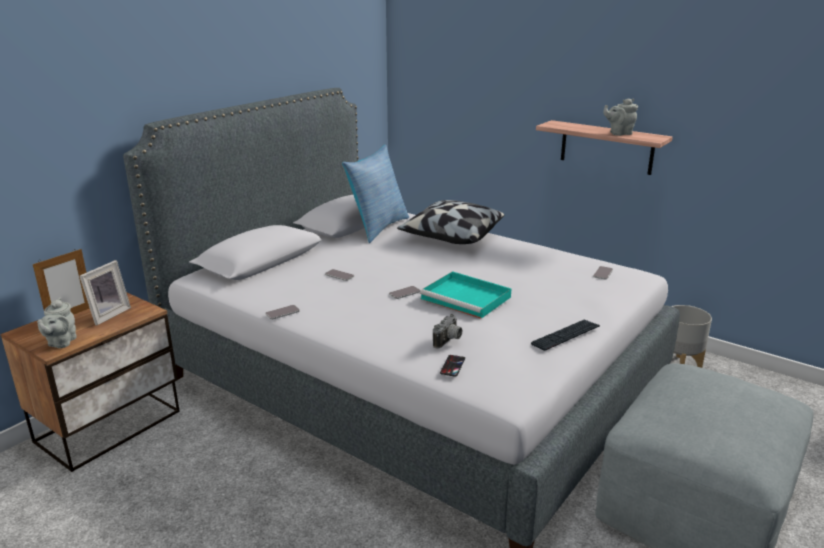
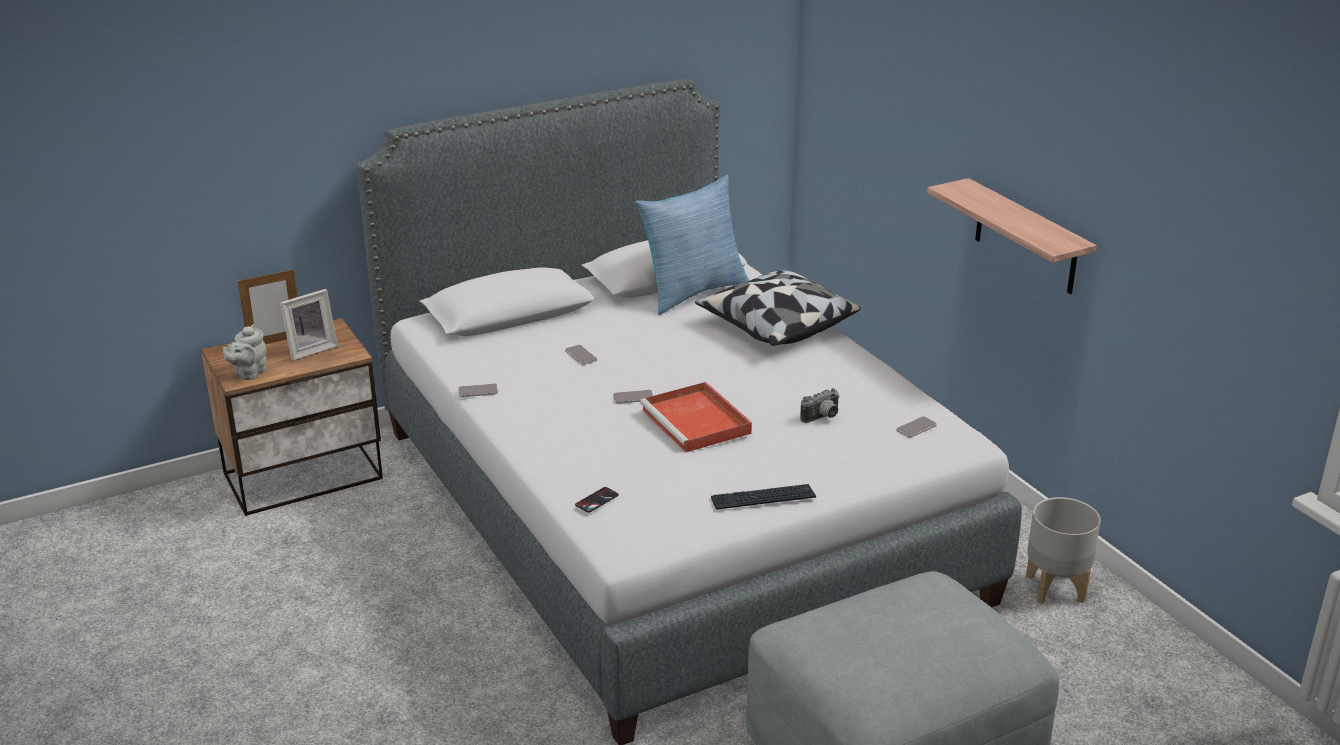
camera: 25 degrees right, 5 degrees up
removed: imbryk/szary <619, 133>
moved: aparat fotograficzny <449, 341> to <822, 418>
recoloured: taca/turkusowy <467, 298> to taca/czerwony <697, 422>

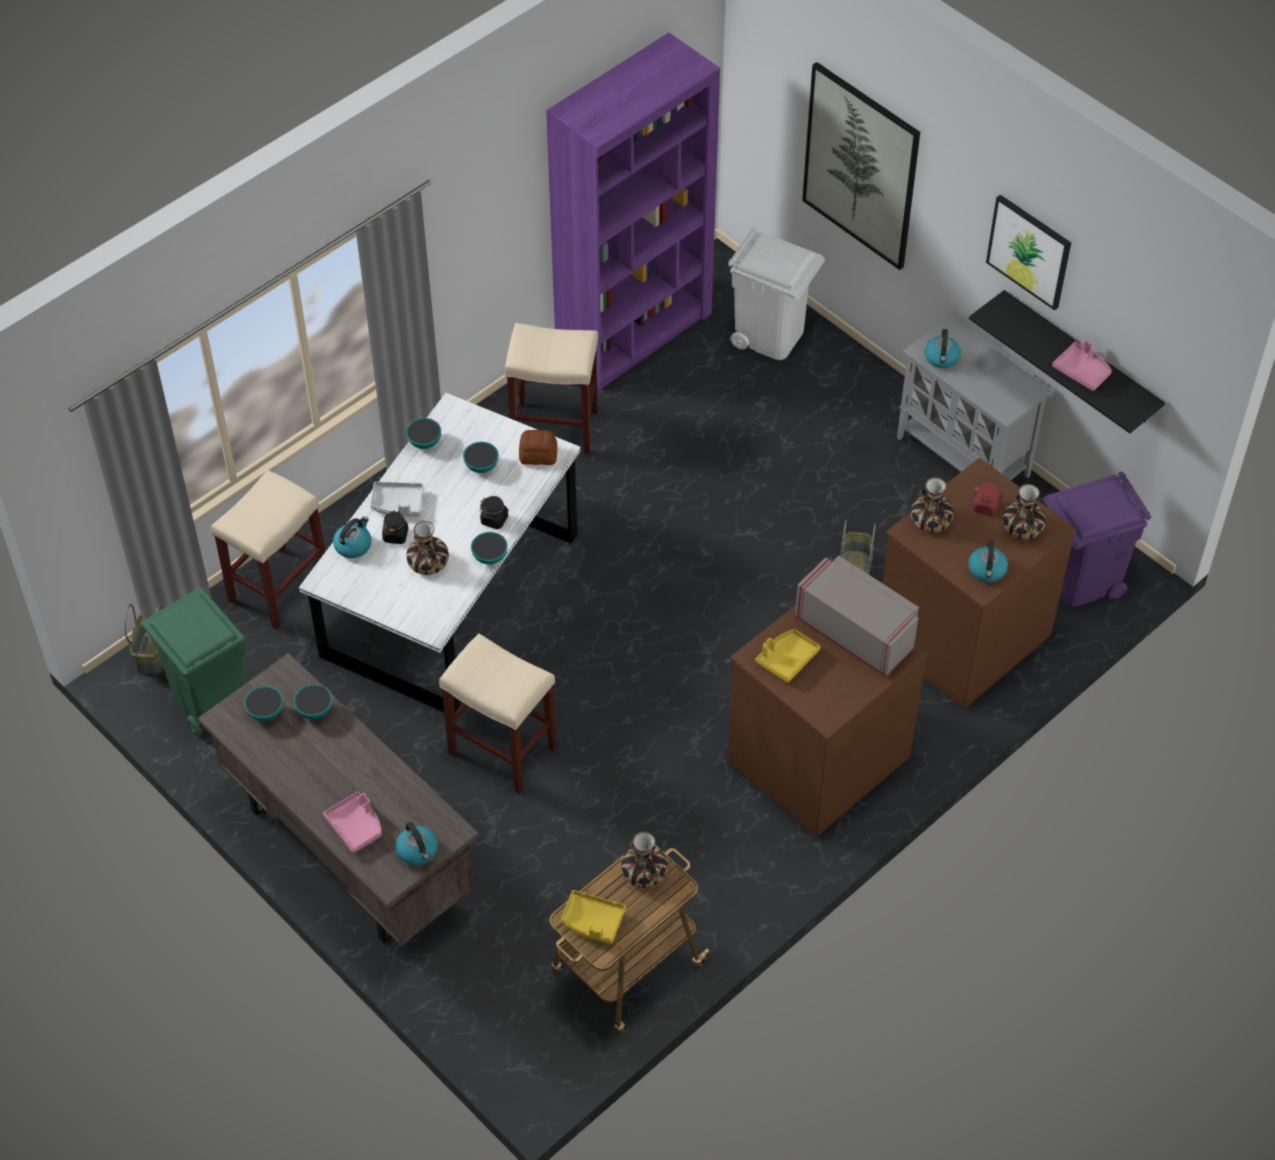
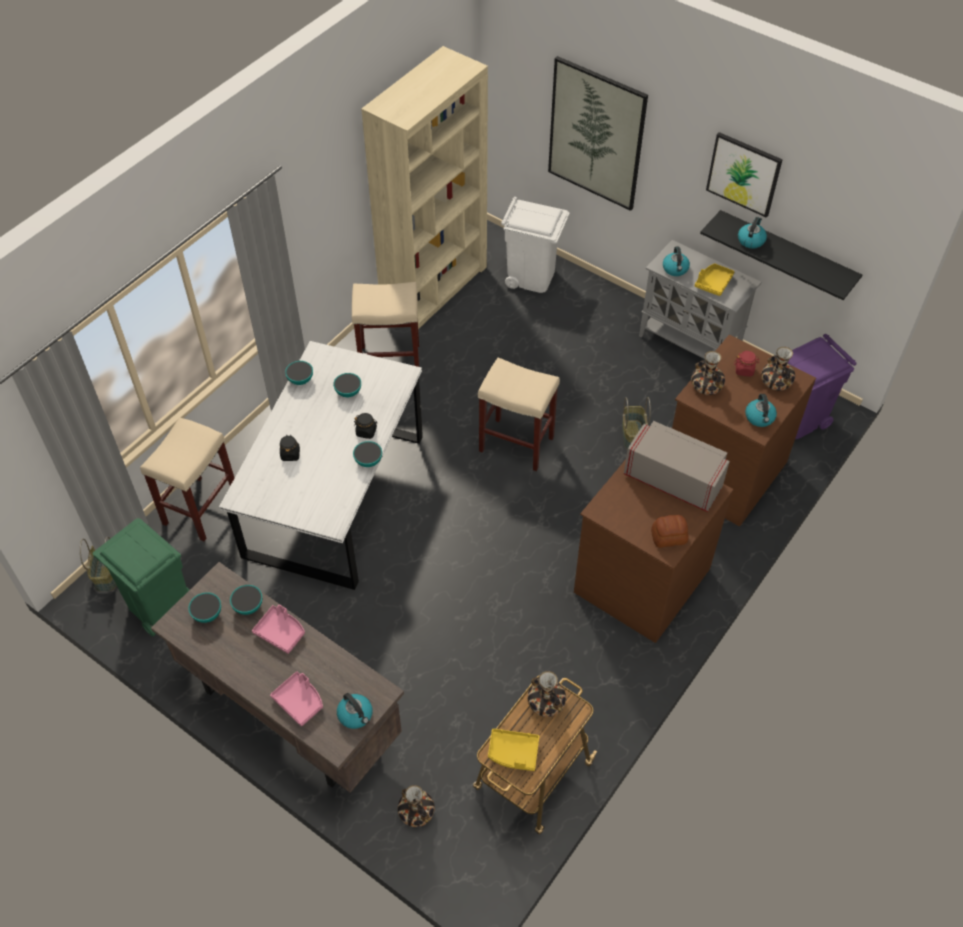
camera: 10 degrees left, 0 degrees up
removed: taca/szary <398, 504>
moved: taca/różowy <1082, 371> to <281, 632>; chleb <538, 456> to <669, 537>; czajnik <353, 545> to <751, 240>; wazon <428, 563> to <416, 812>; taca/żółty <787, 659> to <713, 283>; stołek/beżowy <504, 750> to <517, 444>
recoloured: regał/fioletowy <634, 334> to regał/beżowy <434, 287>

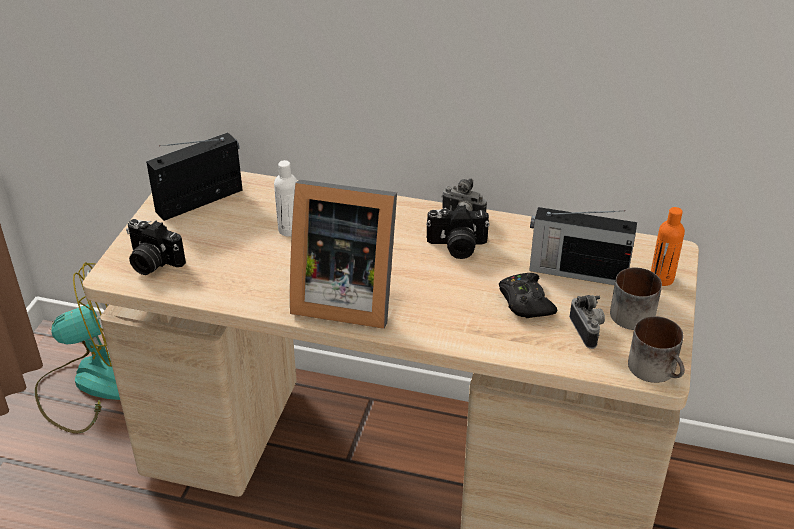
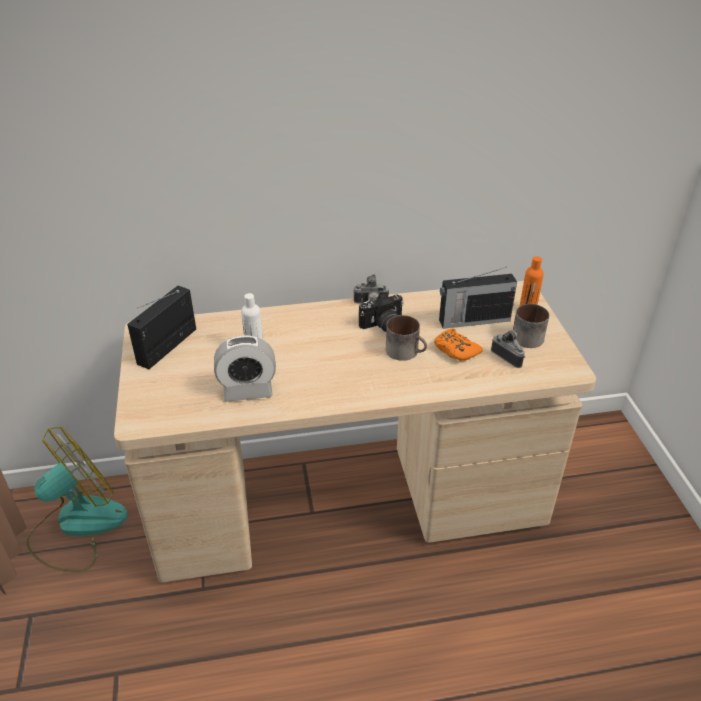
camera: 25 degrees left, 0 degrees up
removed: ramka na zdjęcie <343, 297>; aparat fotograficzny <152, 262>
added: budzik <248, 391>
moved: kubek <657, 369> to <406, 351>
recoloured: pad do gier/czarny <525, 302> to pad do gier/pomarańczowy <455, 350>

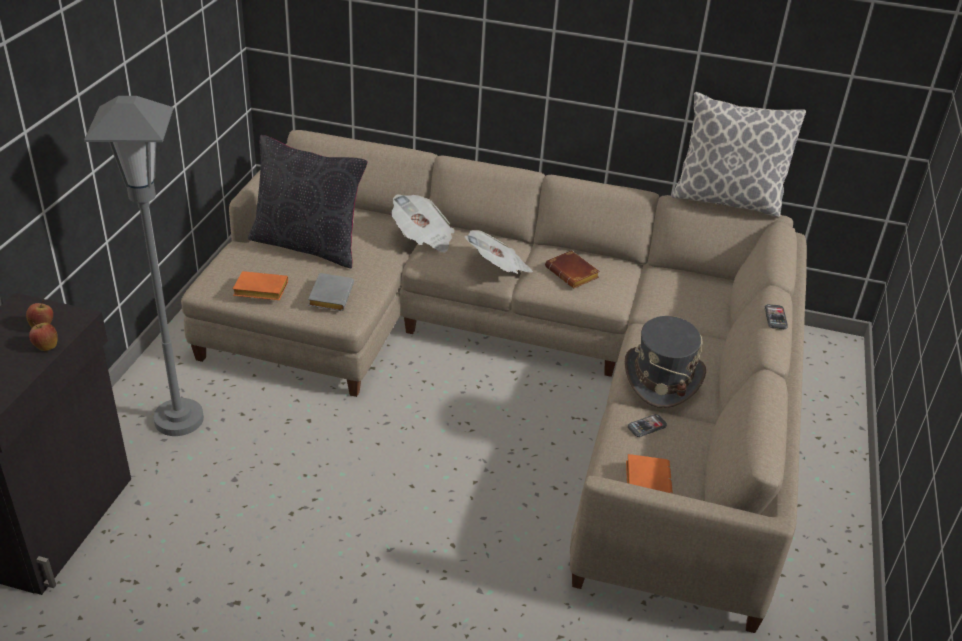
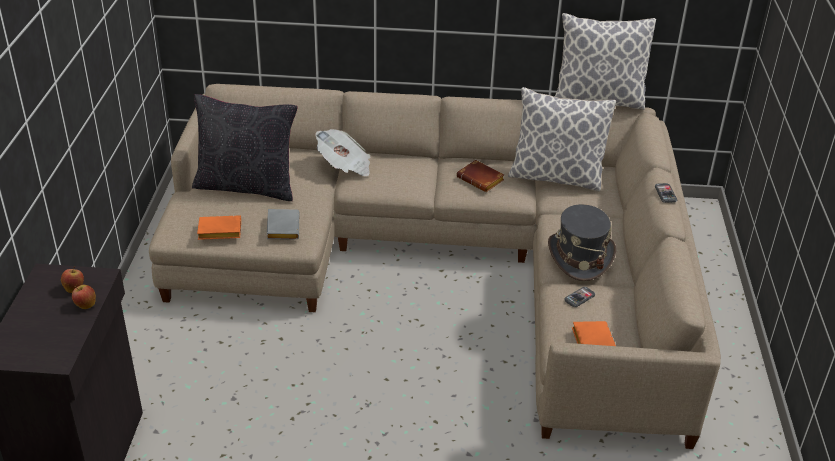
camera: 10 degrees left, 0 degrees up
removed: lampa stojąca/szary <179, 419>; gazeta <498, 268>
added: poduszka <556, 177>

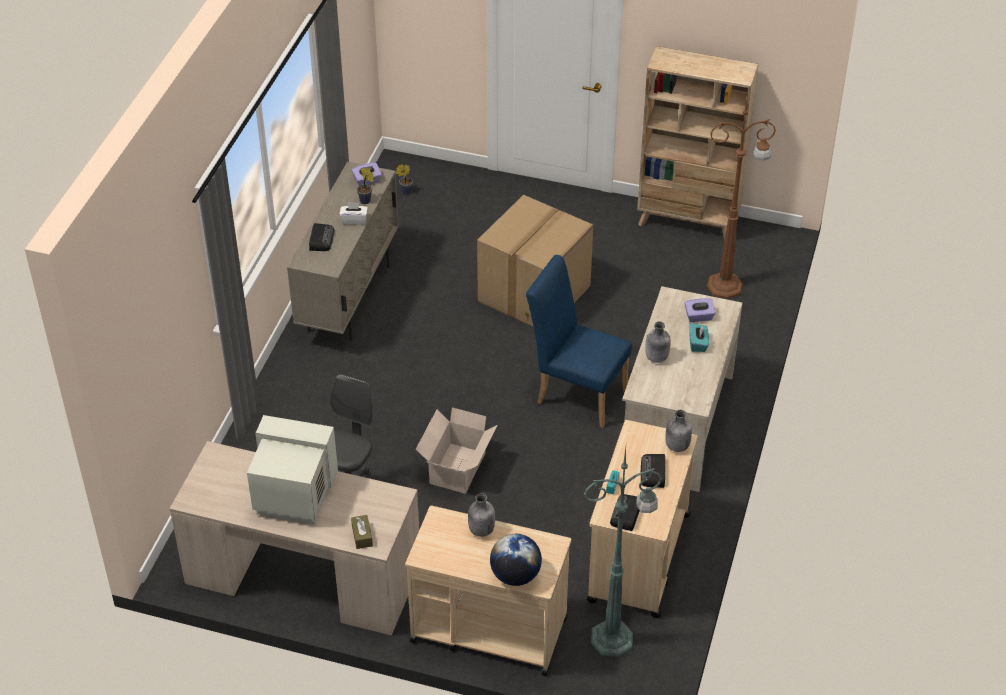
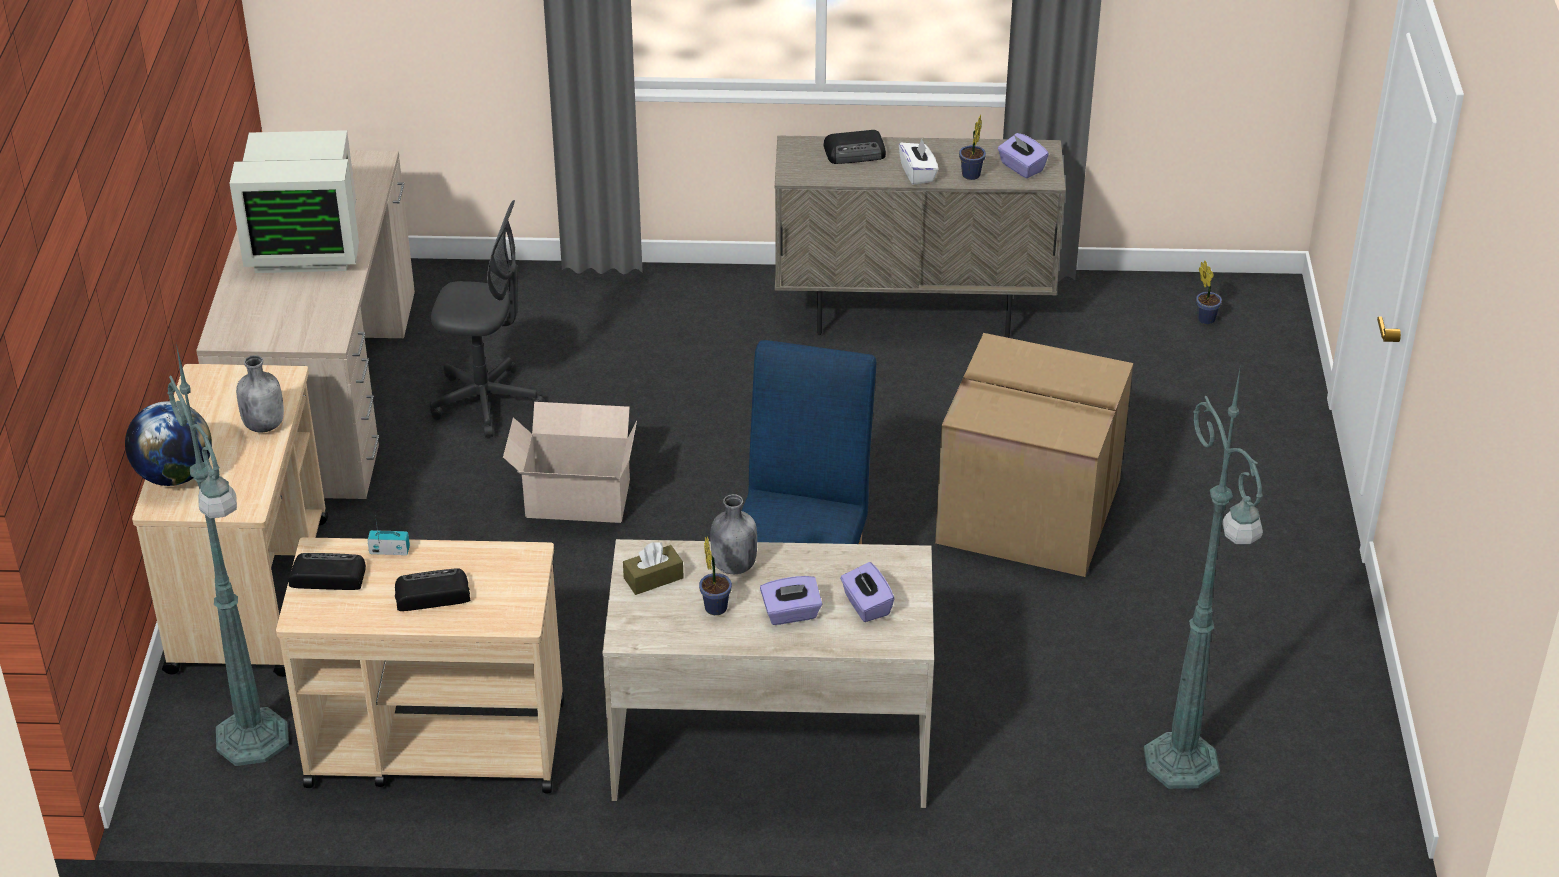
camera: 75 degrees right, 5 degrees down
removed: regał/beżowy <688, 222>; butelka/szary <676, 446>
added: roślina doniczkowa <715, 605>
moved: pudełko chusteczek/brązowy <362, 536> to <653, 578>
recoloured: lampa stojąca/brązowy <726, 286> to lampa stojąca/zielony <1183, 765>; pudełko chusteczek/turkusowy <698, 344> to pudełko chusteczek/fioletowy <791, 614>
turned: monitor <294, 497> = <305, 244> 90 degrees clockwise

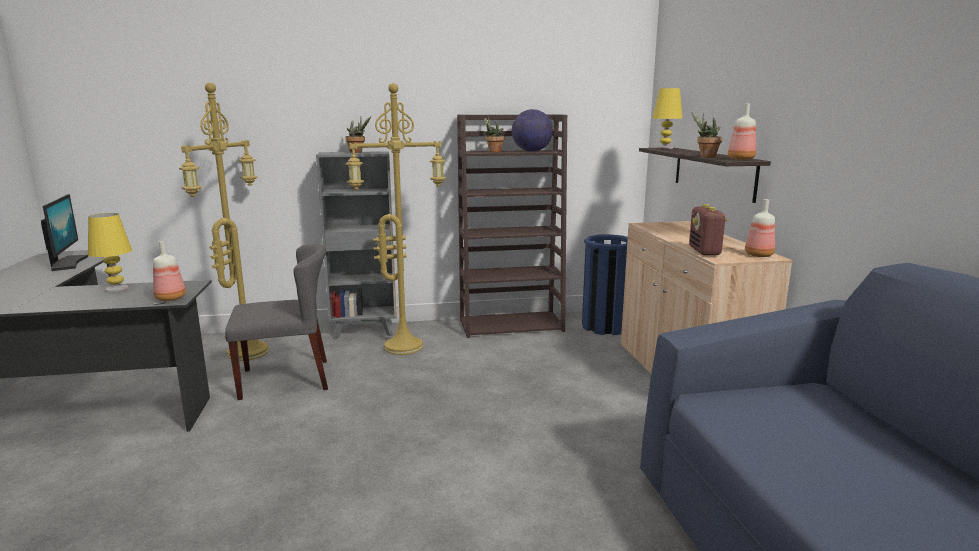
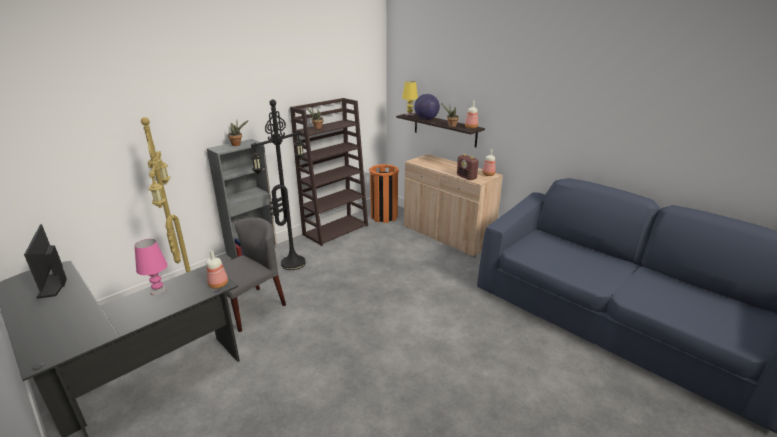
camera: 35 degrees left, 10 degrees up
moved: globus <531, 151> to <426, 119>
recoloured: lampa stojąca/żółty <404, 346> to lampa stojąca/czarny <293, 262>; lampa stołowa/żółty <116, 288> to lampa stołowa/różowy <158, 291>; kosz na śmieci/niebieski <605, 326> to kosz na śmieci/pomarańczowy <384, 216>
turned: monitor <67, 263> = <54, 285> 150 degrees counterclockwise

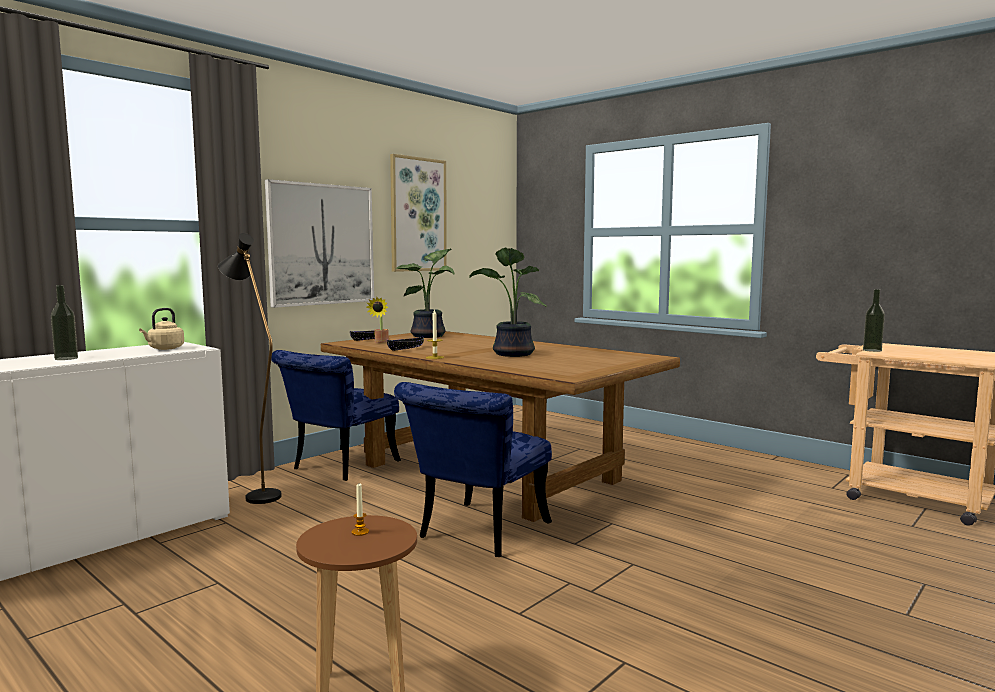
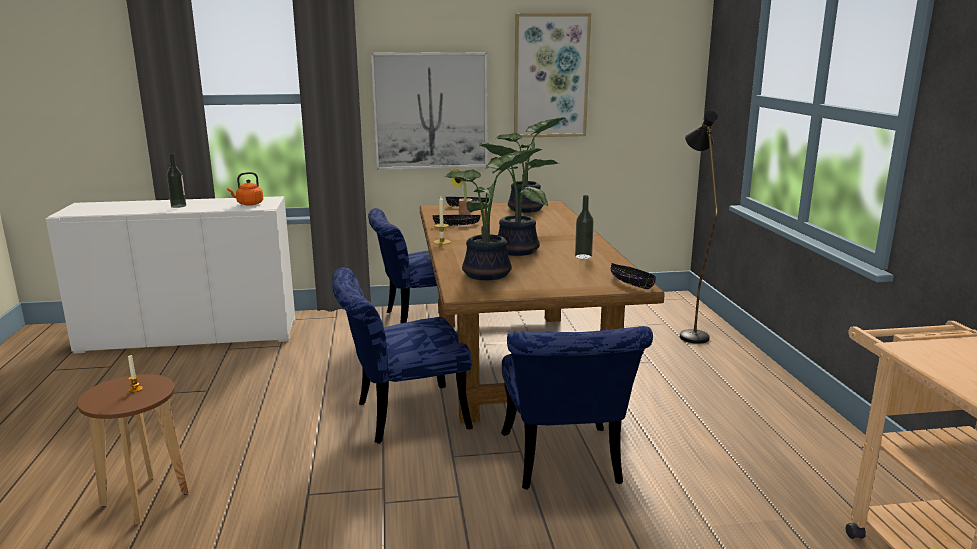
camera: 40 degrees right, 10 degrees up
added: roślina doniczkowa <489, 274>; miska/czarny <631, 283>; krzesło/niebieski <563, 465>
moved: lampa stojąca/czarny <257, 494> to <689, 333>; butelka <872, 350> to <583, 256>
recoloured: czajnik/beżowy <164, 348> to czajnik/pomarańczowy <248, 204>

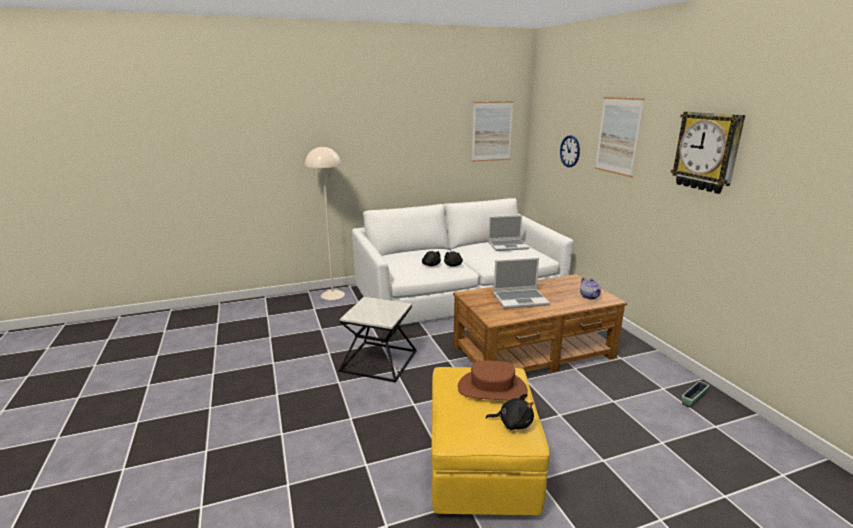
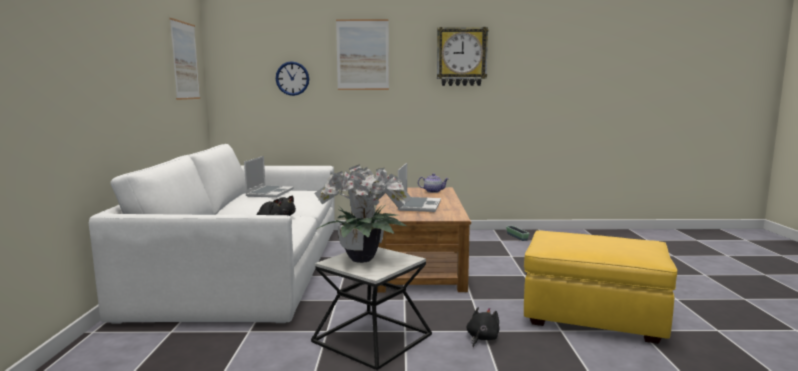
camera: 70 degrees left, 10 degrees down
removed: lampa stojąca/beżowy <333, 294>; kapelusz/brązowy <492, 389>
added: roślina doniczkowa <364, 259>
moved: pluszak/czarny <513, 423> to <482, 338>

